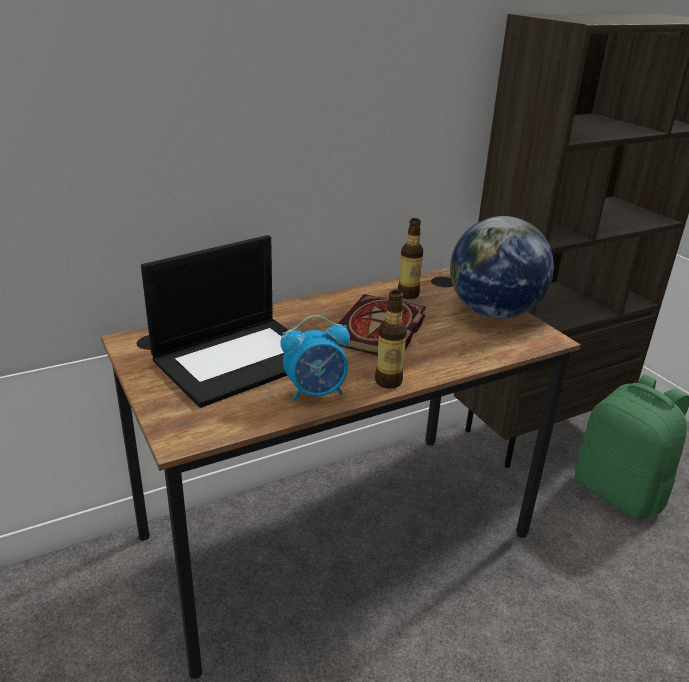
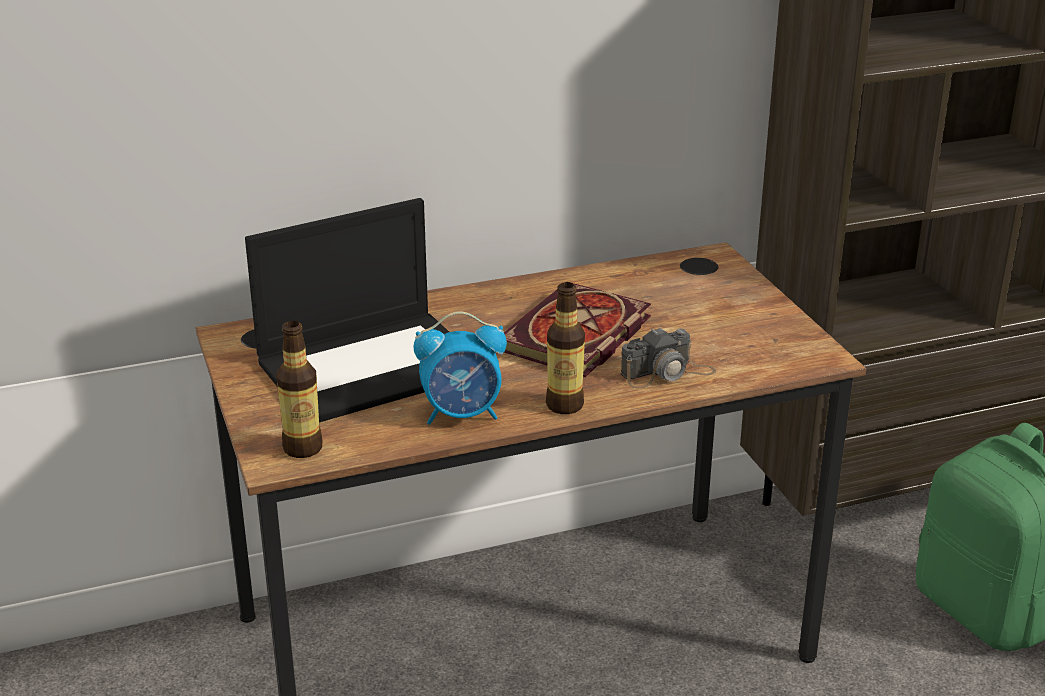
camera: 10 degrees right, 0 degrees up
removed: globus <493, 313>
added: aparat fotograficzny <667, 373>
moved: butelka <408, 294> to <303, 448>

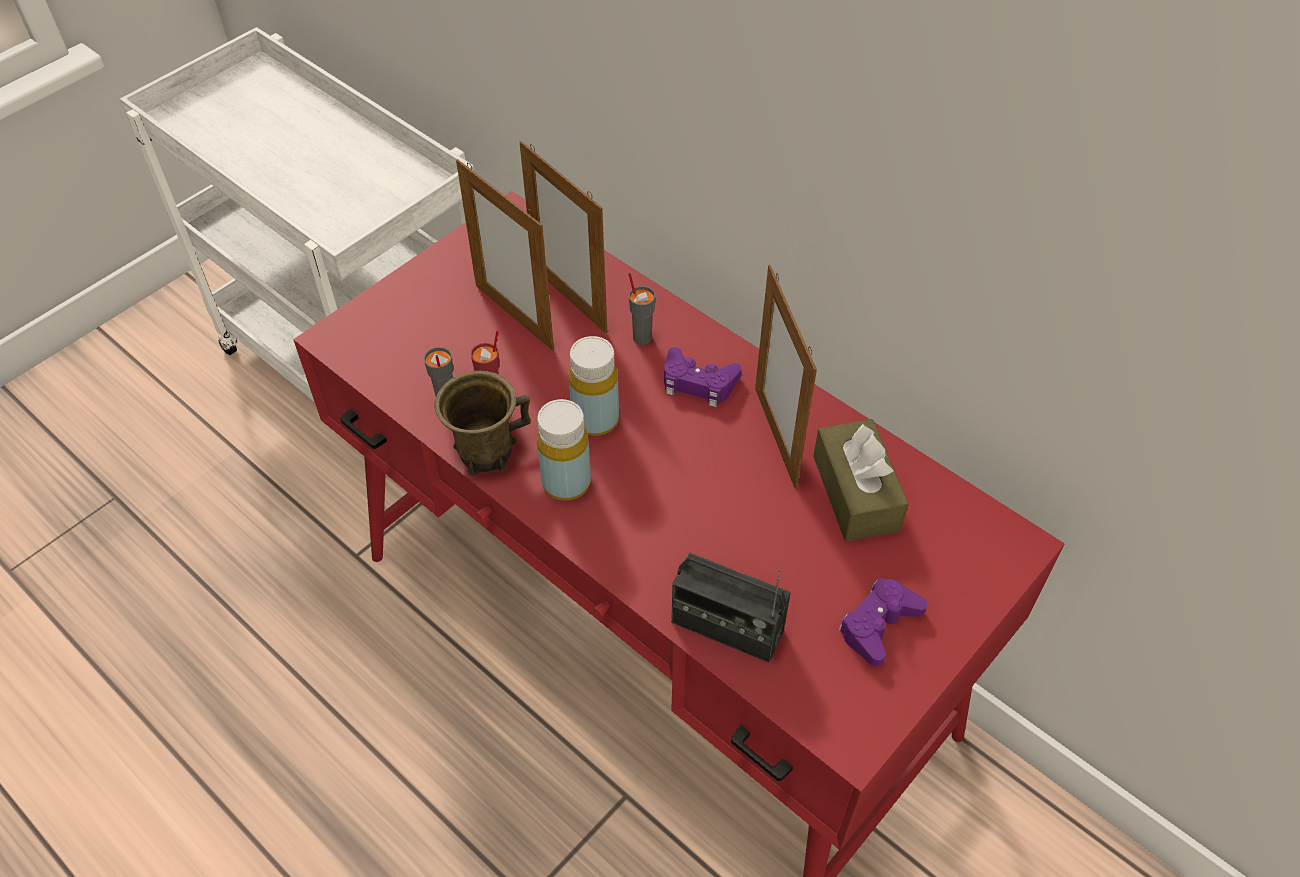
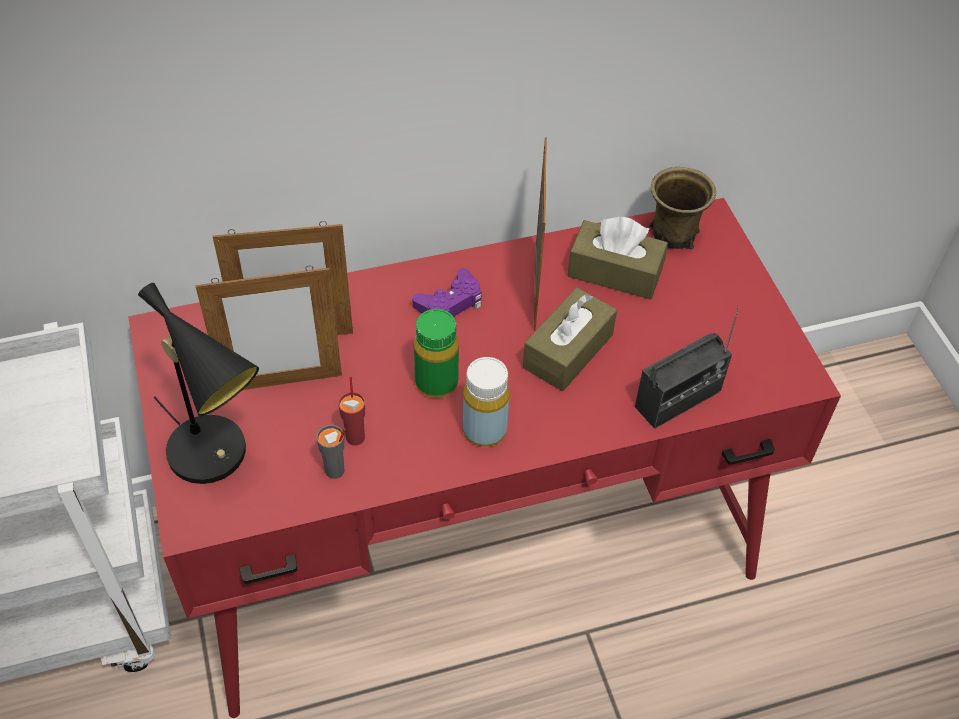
camera: 60 degrees left, 0 degrees up
removed: filiżanka/szary <642, 337>; pad do gier/fioletowy <878, 625>
added: lampa stołowa/czarny <217, 457>; pudełko chusteczek/brązowy <568, 351>
moved: kubek/brązowy <485, 450> to <672, 234>
recoloured: butelka/żółty <595, 420> to butelka/zielony <436, 382>
turned: ramka na zdjęcie <775, 437> = <535, 287> 105 degrees counterclockwise

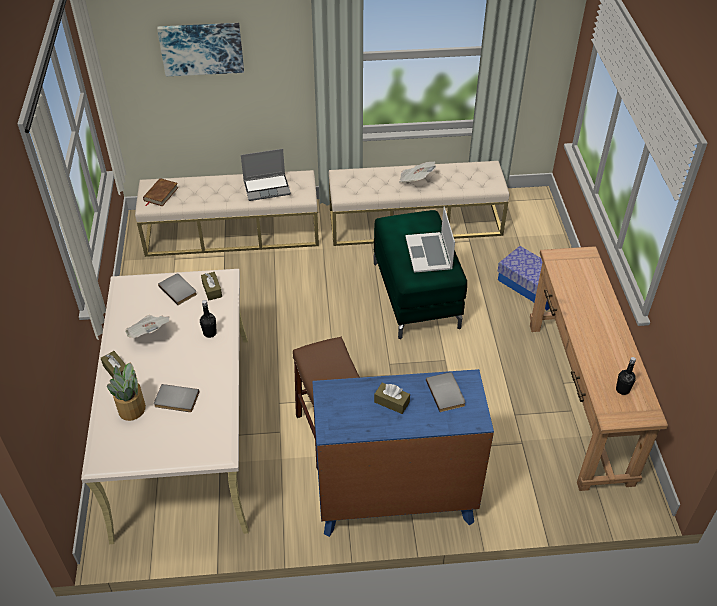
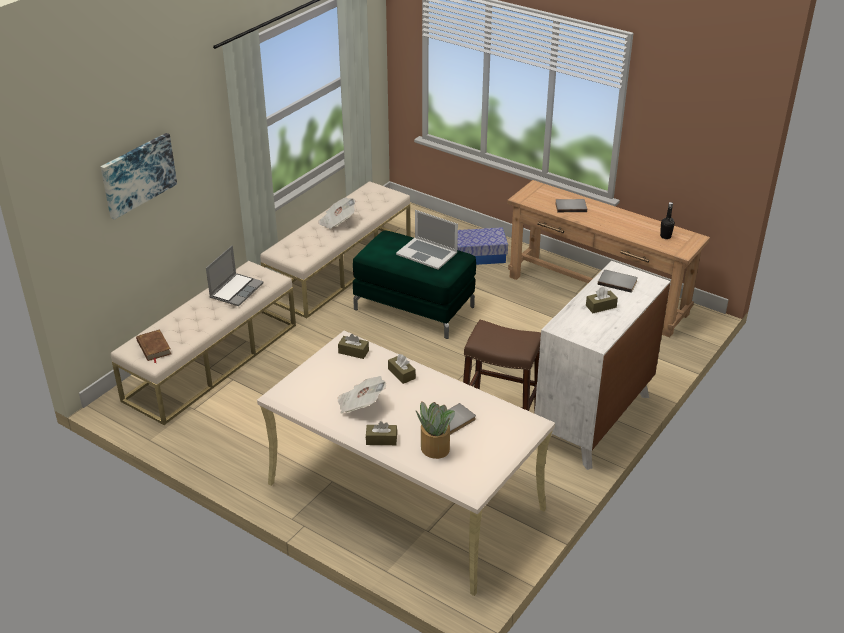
camera: 50 degrees left, 10 degrees down
moved: książka/szary <179, 289> to <570, 206>
replaced: butelka/czarny <210, 333> to pudełko chusteczek/brązowy <401, 374>
recoloured: komoda/niebieski <395, 500> to komoda/biały <593, 420>

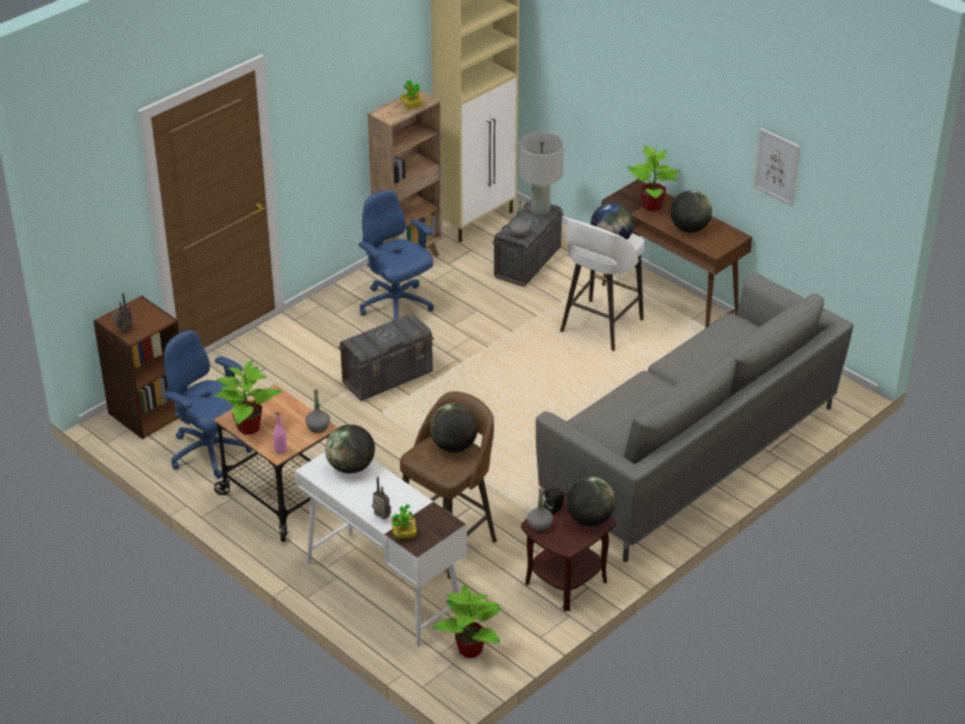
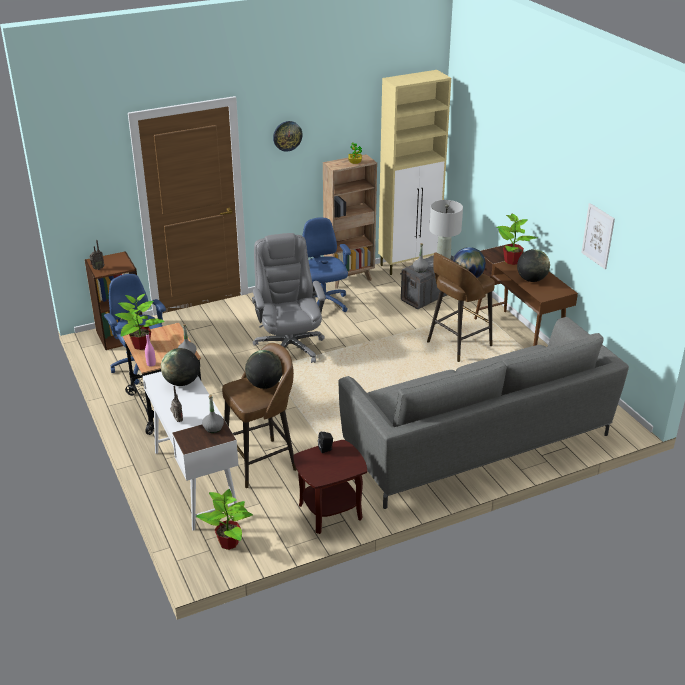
camera: 20 degrees right, 5 degrees down
removed: globus <590, 520>; roślina doniczkowa <404, 534>
added: zegar ścienny <287, 136>
moved: butelka/szary <539, 525> to <213, 428>
replaced: pojemnik do przechowywania/szary <388, 378> to krzesło biurowe/szary <289, 346>
recoloured: stołek/biały <600, 327> to stołek/brązowy <457, 344>

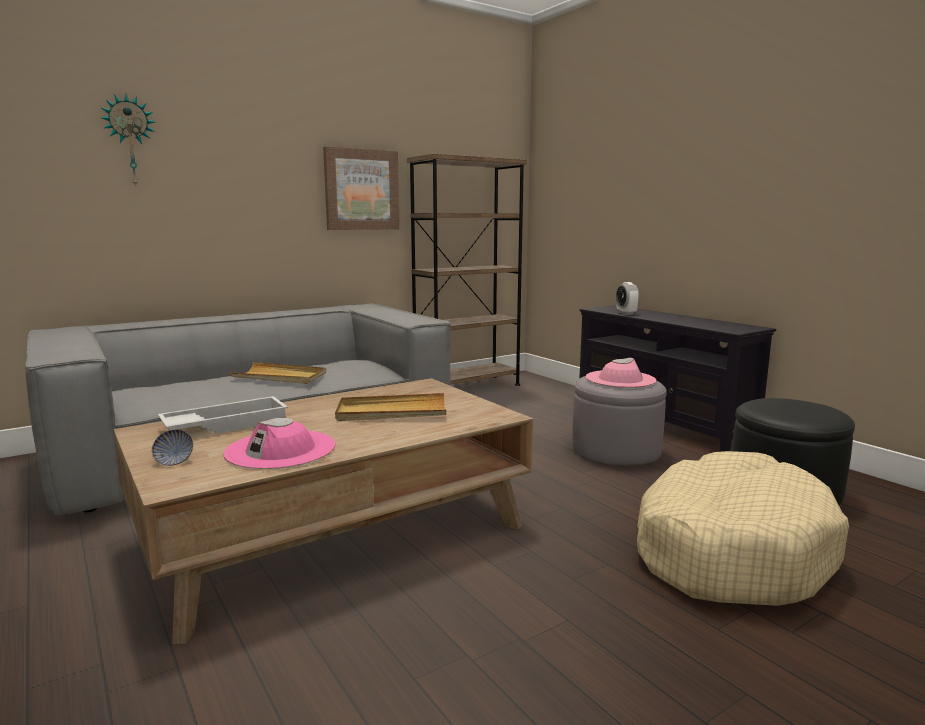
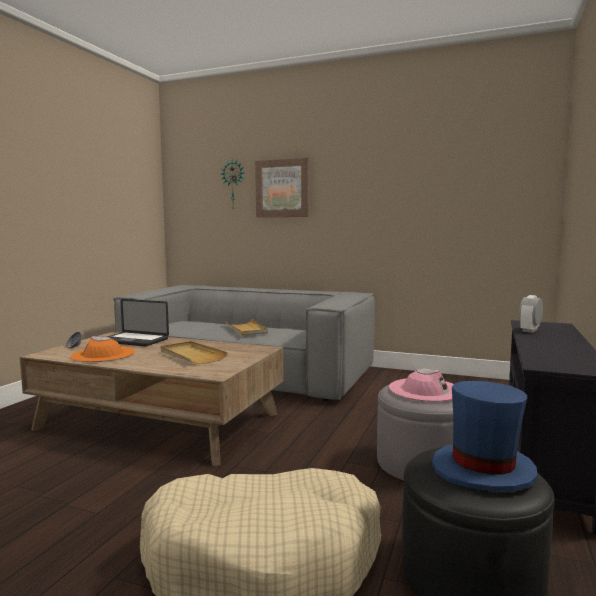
camera: 55 degrees right, 5 degrees down
removed: regał/brązowy <467, 387>
added: kapelusz/niebieski <483, 470>
moved: obraz <361, 190> to <282, 188>
replaced: taca/biały <226, 424> to laptop <134, 340>
recoloured: kapelusz/różowy <281, 449> to kapelusz/pomarańczowy <103, 354>

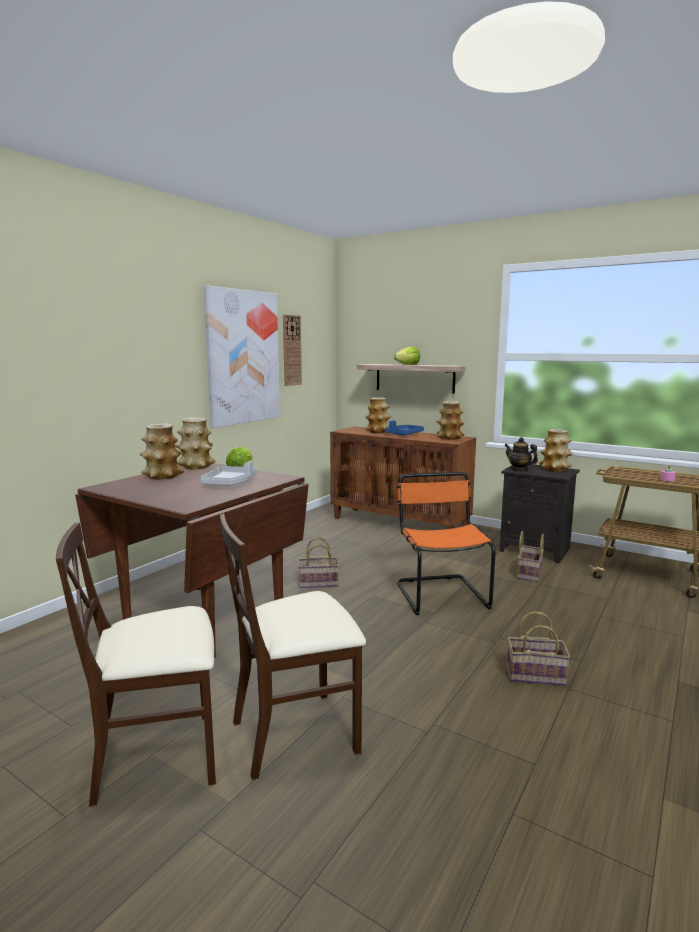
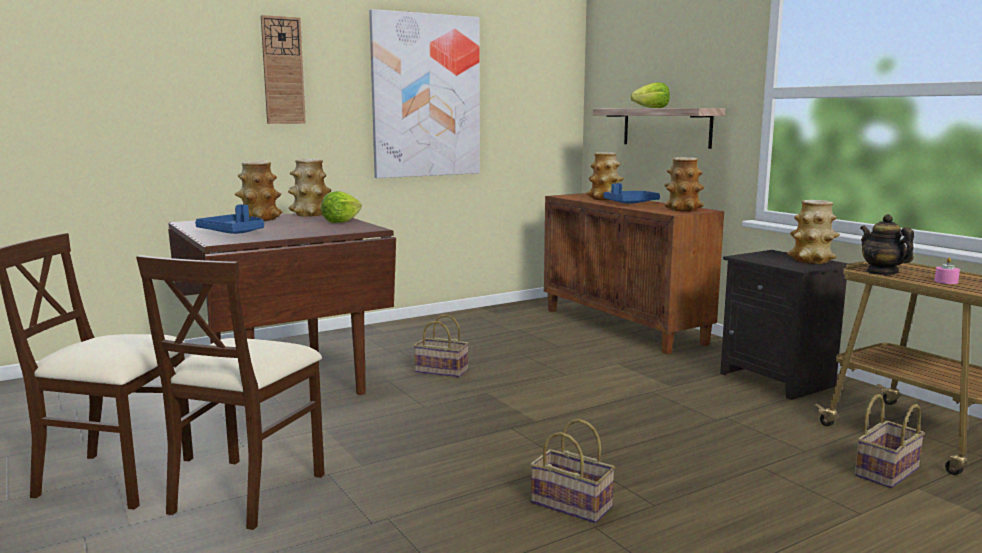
camera: 25 degrees right, 0 degrees up
removed: taca/szary <230, 483>; krzesło/pomarańczowy <440, 594>
added: taca/niebieski <233, 232>
moved: zegar ścienny <291, 350> to <283, 70>; imbryk <519, 469> to <881, 272>; koszyk <528, 573> to <886, 471>
turned: krzesło/beżowy <296, 733> = <247, 491> 75 degrees counterclockwise

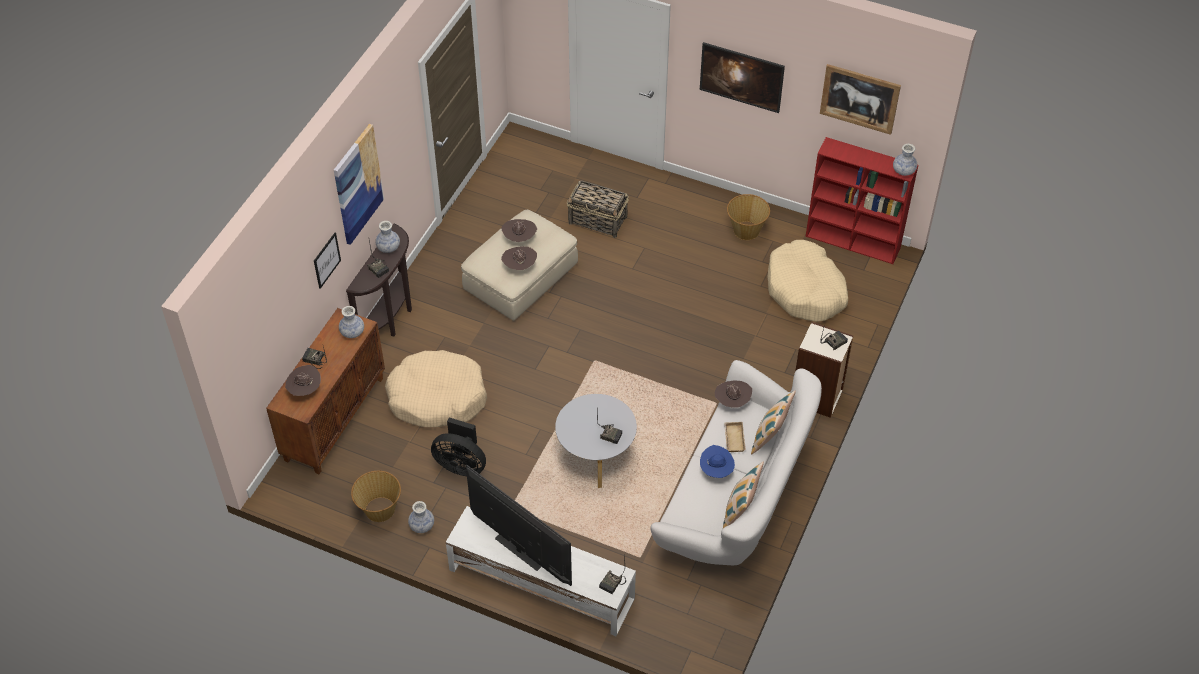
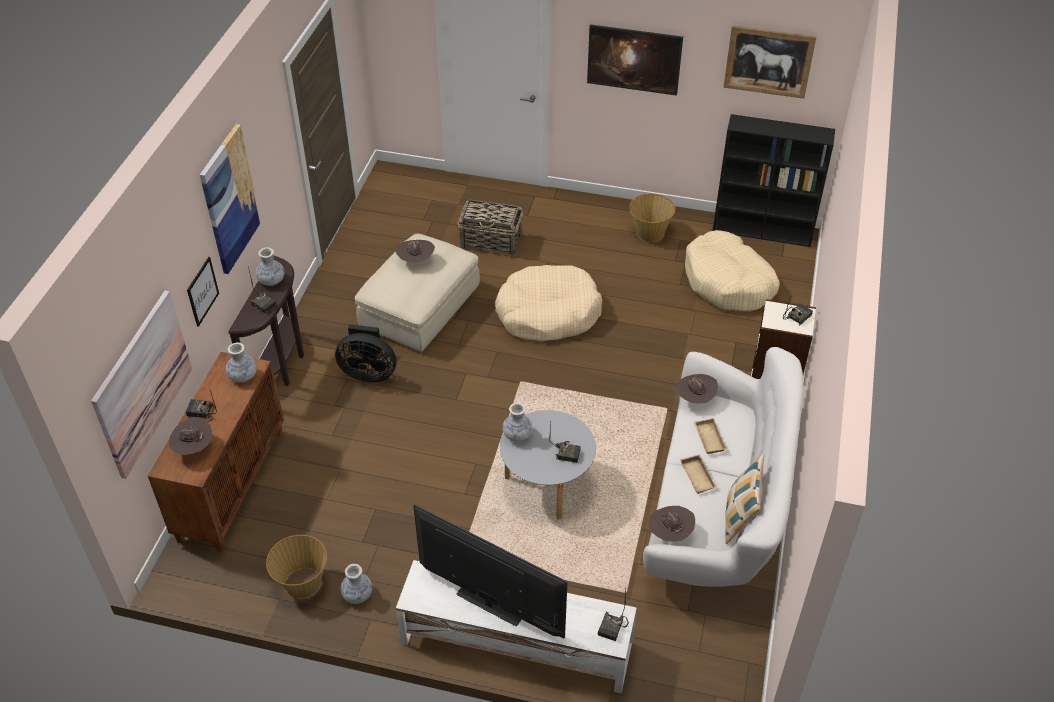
camera: 10 degrees left, 5 degrees down
removed: poduszka <770, 437>
added: obraz <142, 383>
moved: wazon <903, 171> to <517, 435>; kapelusz/brązowy <519, 266> to <669, 533>; legowisko/beżowy <437, 397> to <547, 313>; wentylator/czarny <461, 464> to <368, 372>
replaced: kapelusz/niebieski <716, 470> to taca/beżowy <699, 476>
recoloured: regał/czerwony <853, 242> to regał/czarny <763, 231>

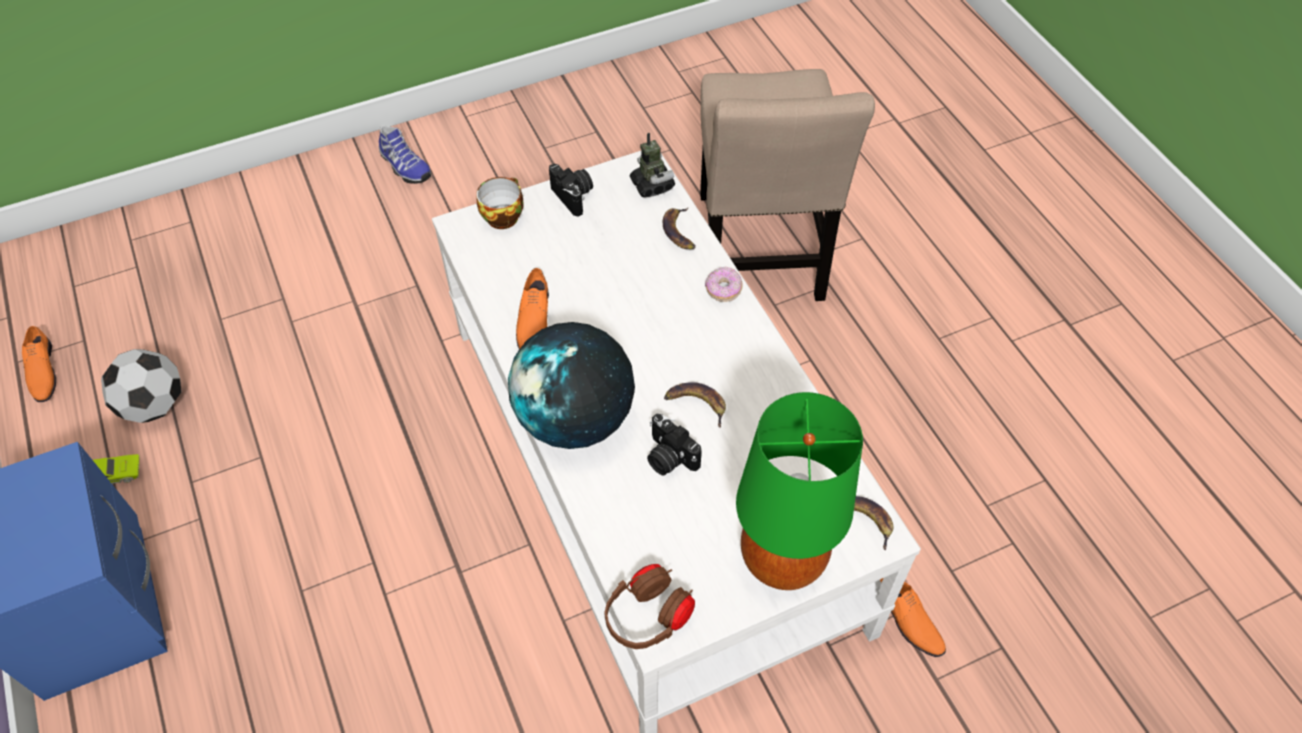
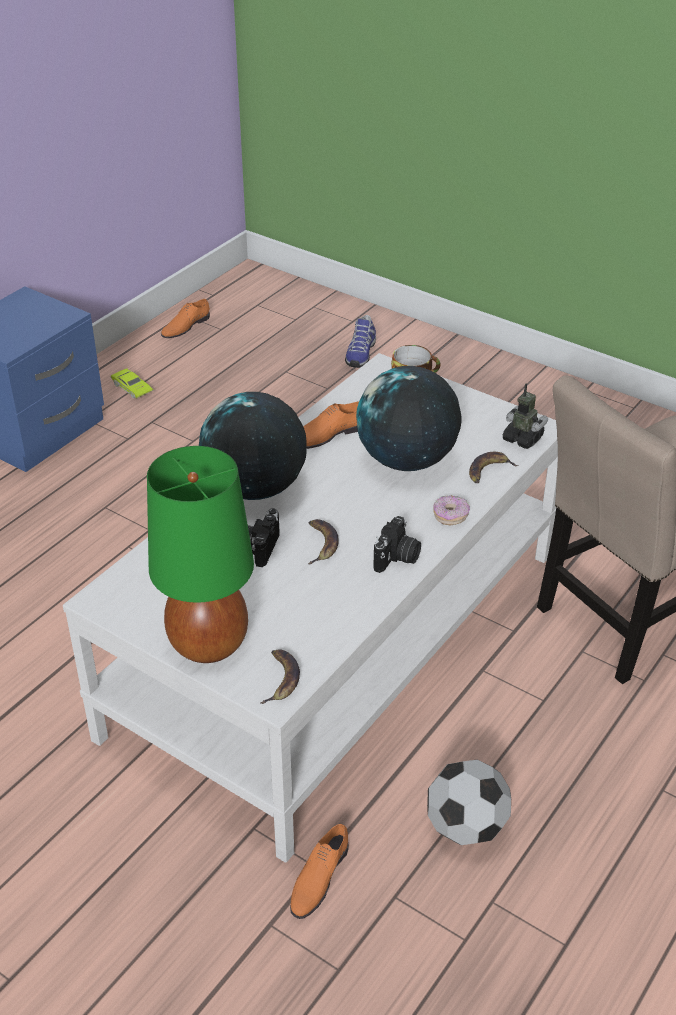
camera: 60 degrees right, 15 degrees down
removed: słuchawki/brązowy <648, 617>
added: globus <407, 460>
moved: but <404, 167> to <360, 354>; aparat fotograficzny <574, 196> to <397, 558>; piłka futbolowa <155, 406> to <466, 827>
turned: robot zabawkowy <652, 185> = <522, 439> 90 degrees counterclockwise

